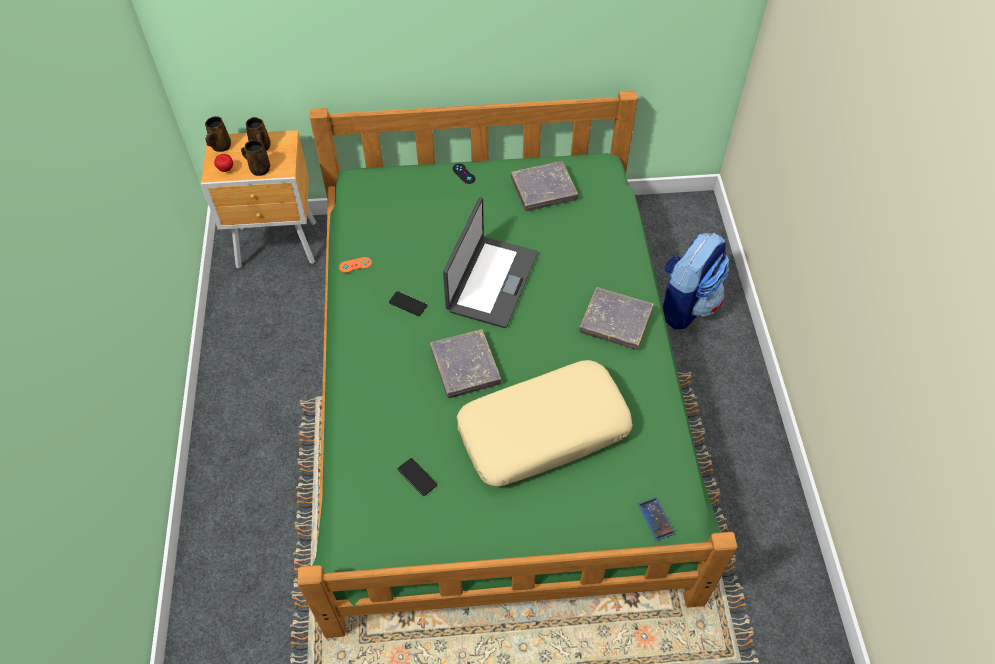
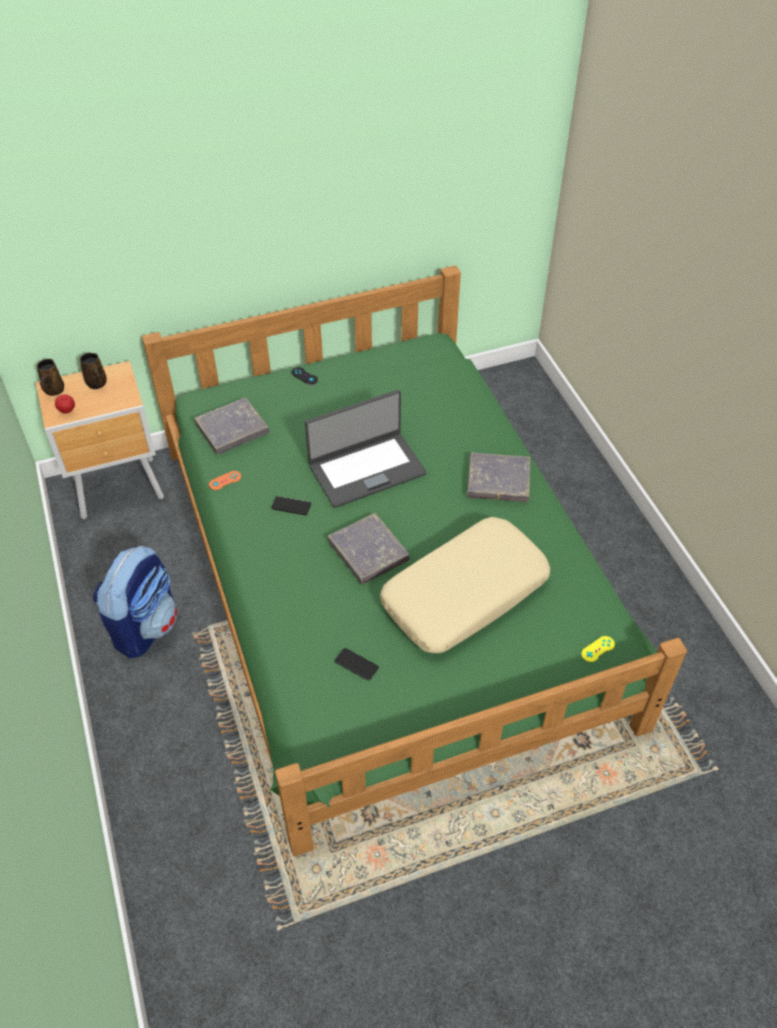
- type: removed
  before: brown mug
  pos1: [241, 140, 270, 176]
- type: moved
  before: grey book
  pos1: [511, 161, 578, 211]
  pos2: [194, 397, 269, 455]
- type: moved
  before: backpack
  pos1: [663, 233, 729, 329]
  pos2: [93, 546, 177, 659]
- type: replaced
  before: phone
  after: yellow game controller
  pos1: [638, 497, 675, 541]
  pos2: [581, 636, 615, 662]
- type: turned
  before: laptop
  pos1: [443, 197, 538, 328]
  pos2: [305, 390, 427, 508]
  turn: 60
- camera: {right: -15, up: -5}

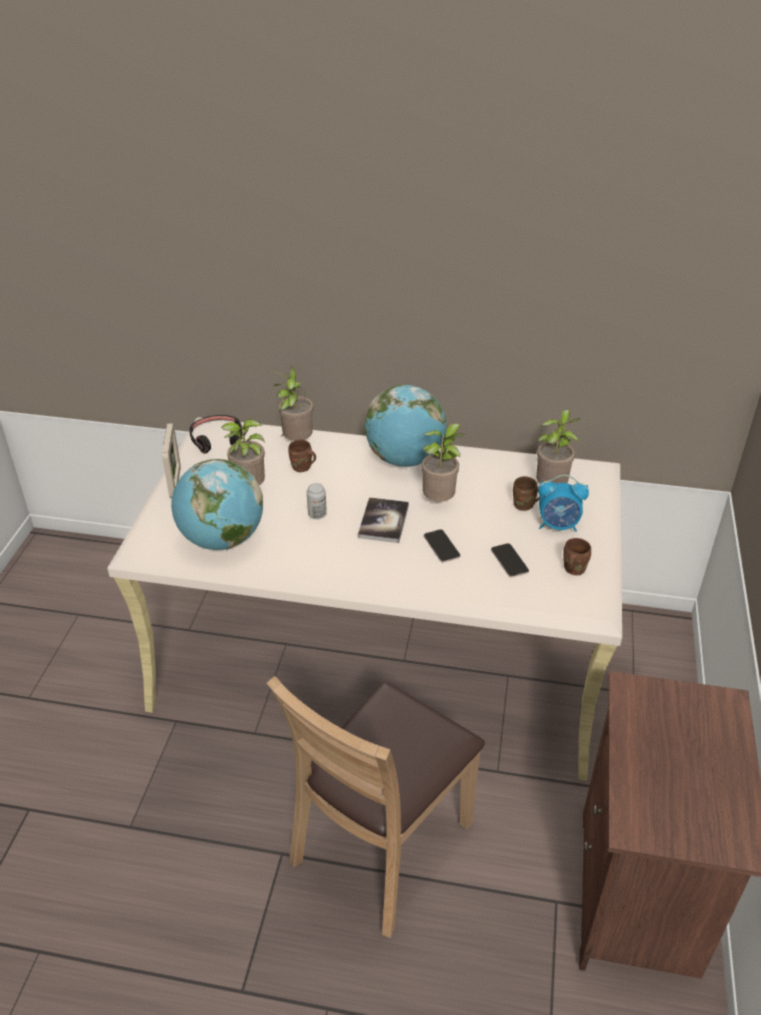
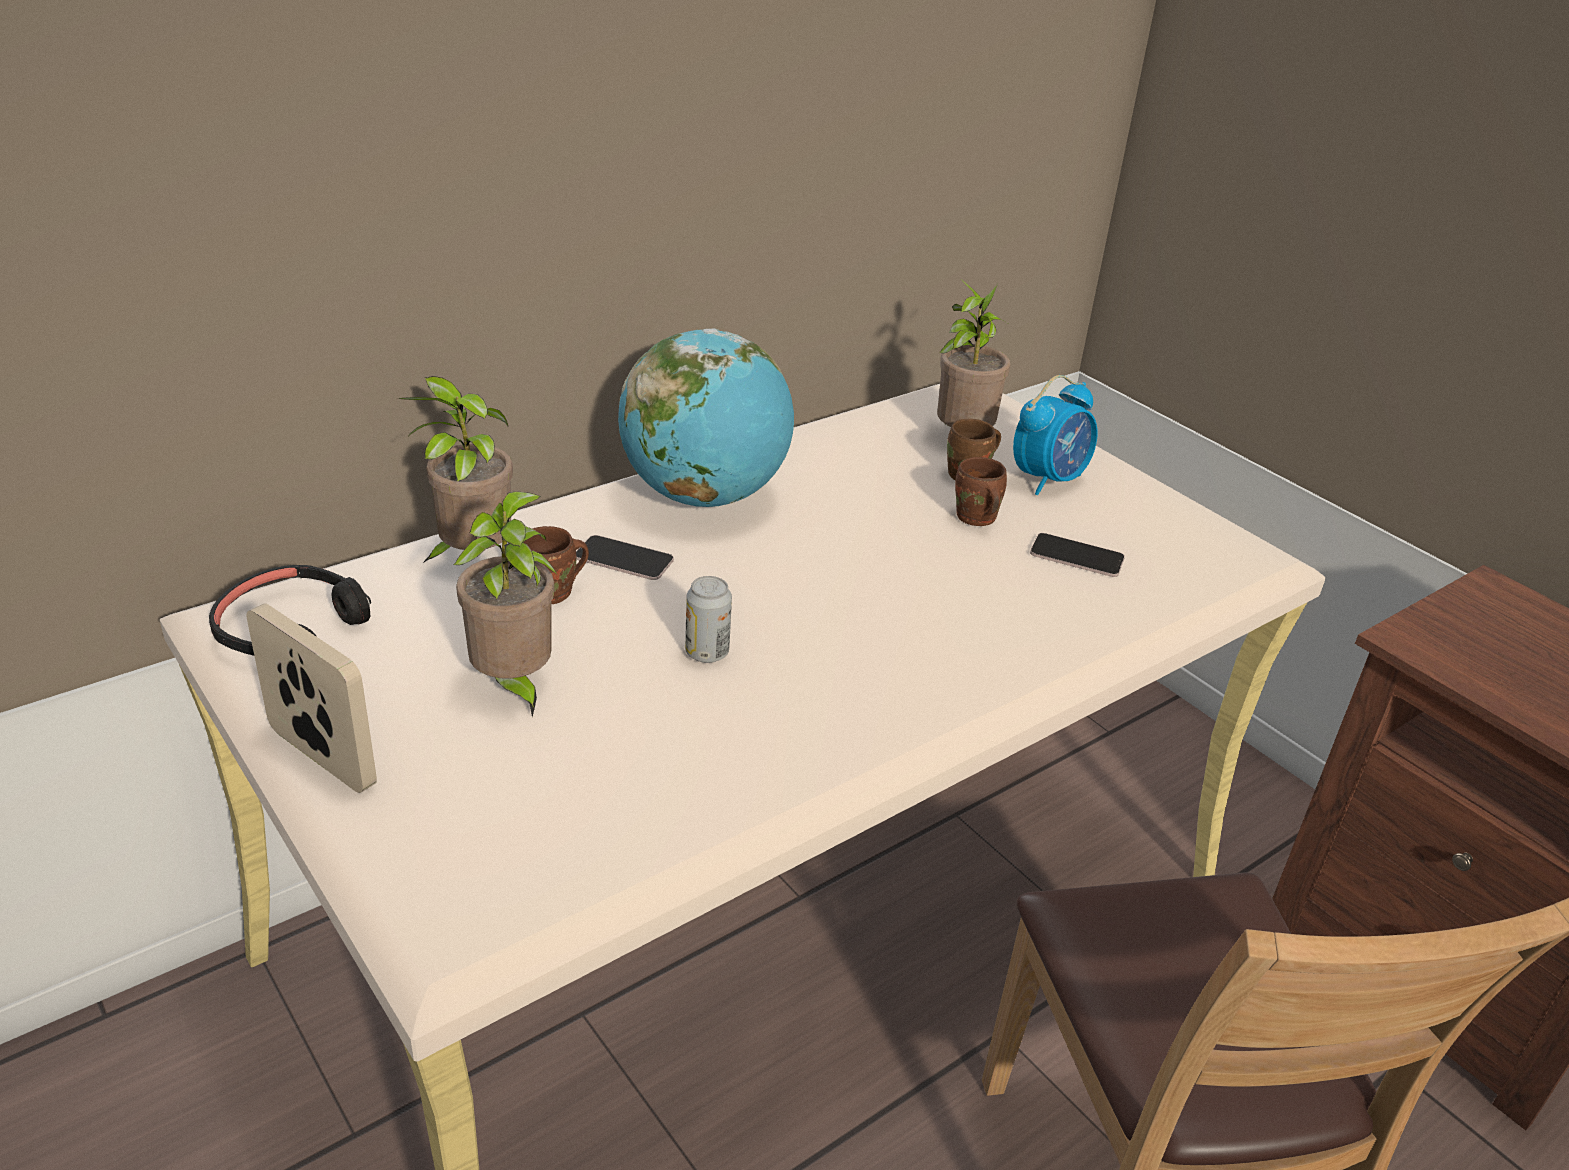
- type: removed
  before: globe
  pos1: [171, 459, 263, 550]
- type: removed
  before: book
  pos1: [358, 497, 409, 543]
- type: removed
  before: potted plant
  pos1: [421, 423, 464, 502]
- type: moved
  before: phone
  pos1: [424, 529, 460, 562]
  pos2: [576, 535, 674, 580]
- type: moved
  before: brown mug
  pos1: [563, 538, 591, 575]
  pos2: [955, 457, 1007, 526]
- camera: {right: -50, up: -5}

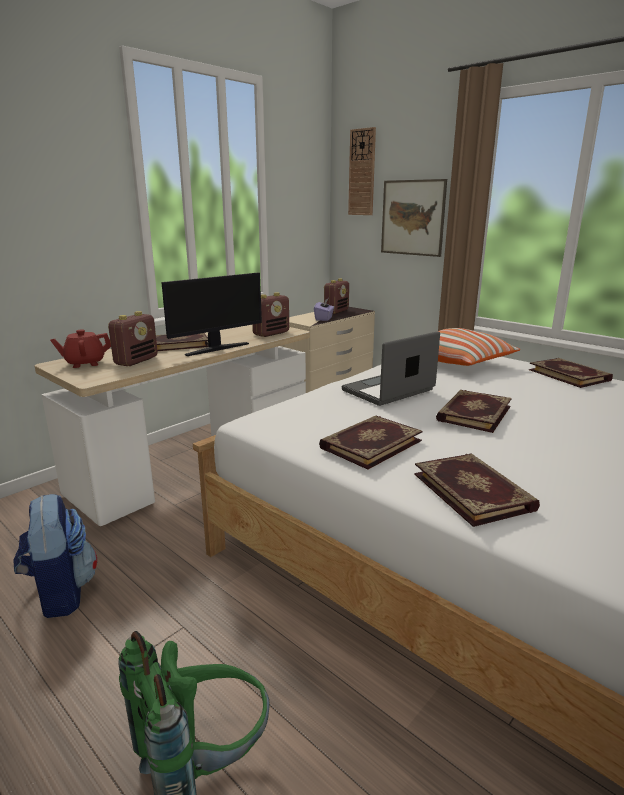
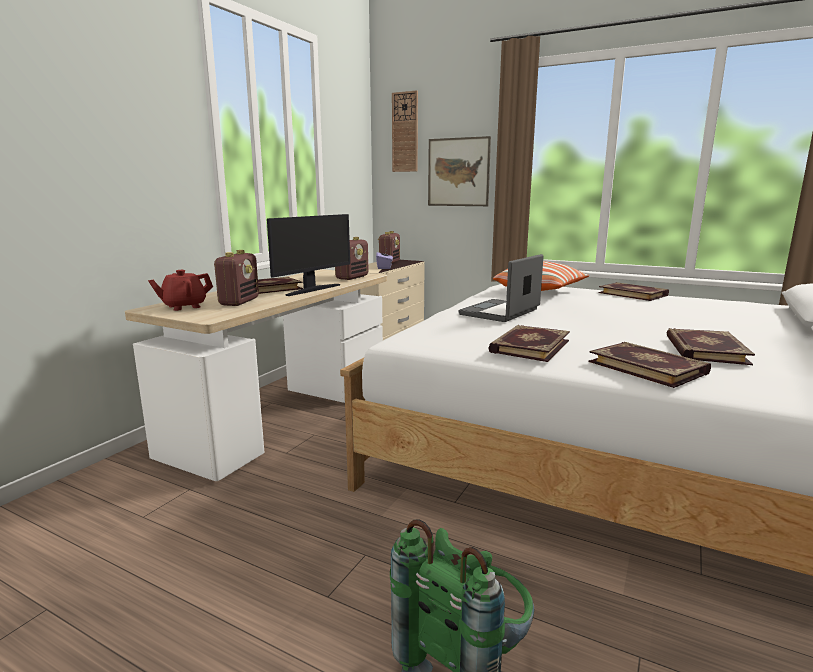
- type: removed
  before: backpack
  pos1: [13, 494, 97, 618]
- type: moved
  before: book
  pos1: [436, 390, 512, 433]
  pos2: [667, 328, 755, 365]
- camera: {right: -15, up: -5}

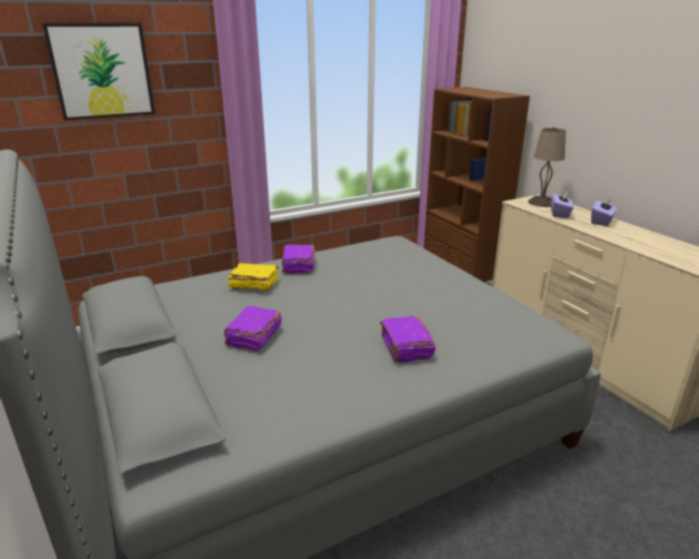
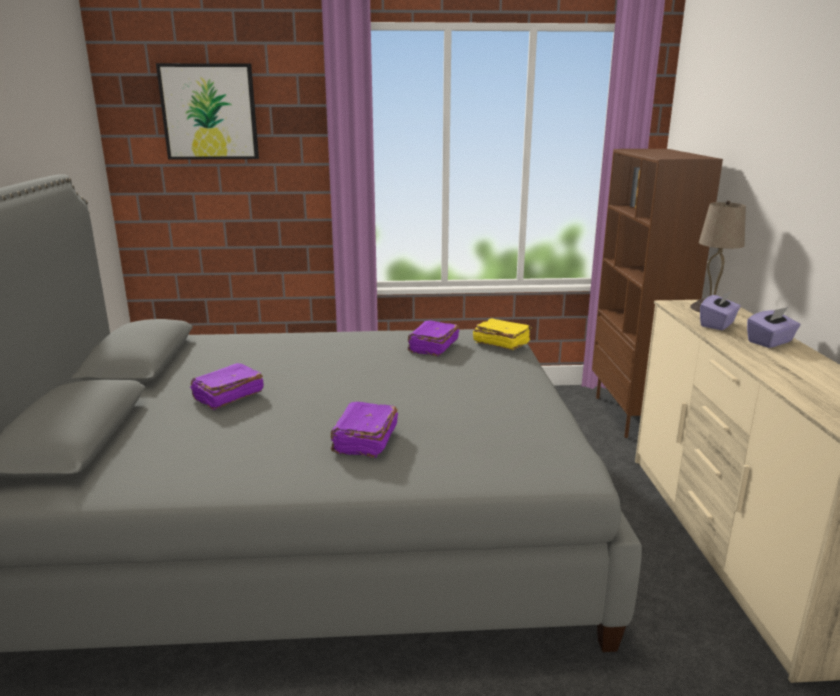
- type: moved
  before: yellow book
  pos1: [228, 263, 278, 291]
  pos2: [473, 318, 532, 350]
- type: moved
  before: purple book
  pos1: [282, 245, 315, 274]
  pos2: [408, 321, 459, 357]
- camera: {right: 25, up: -5}

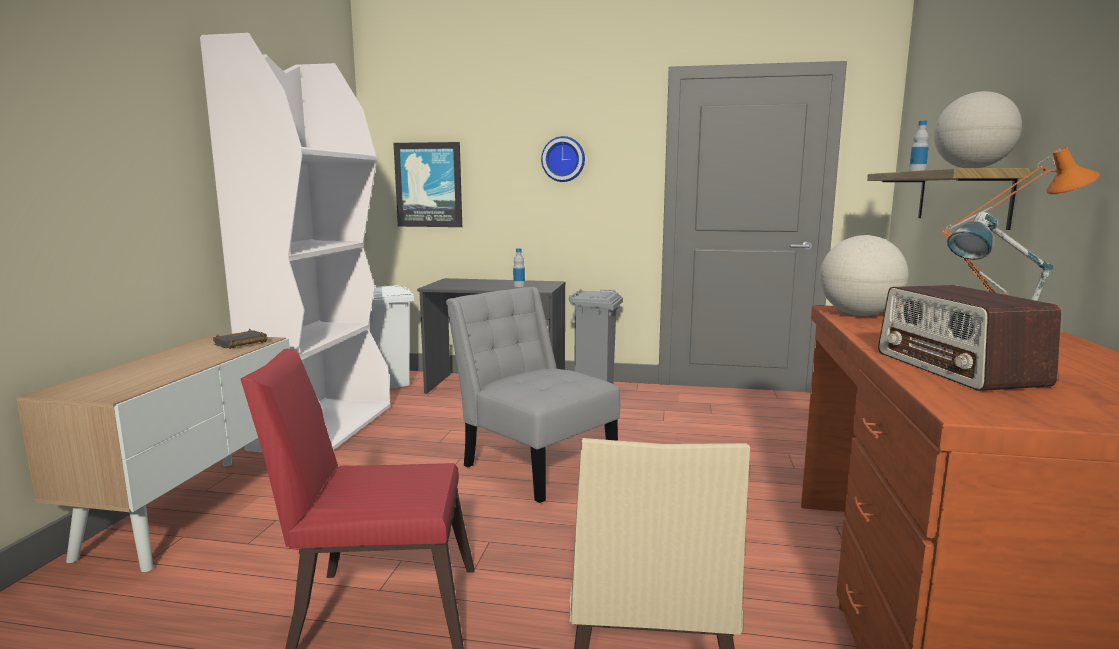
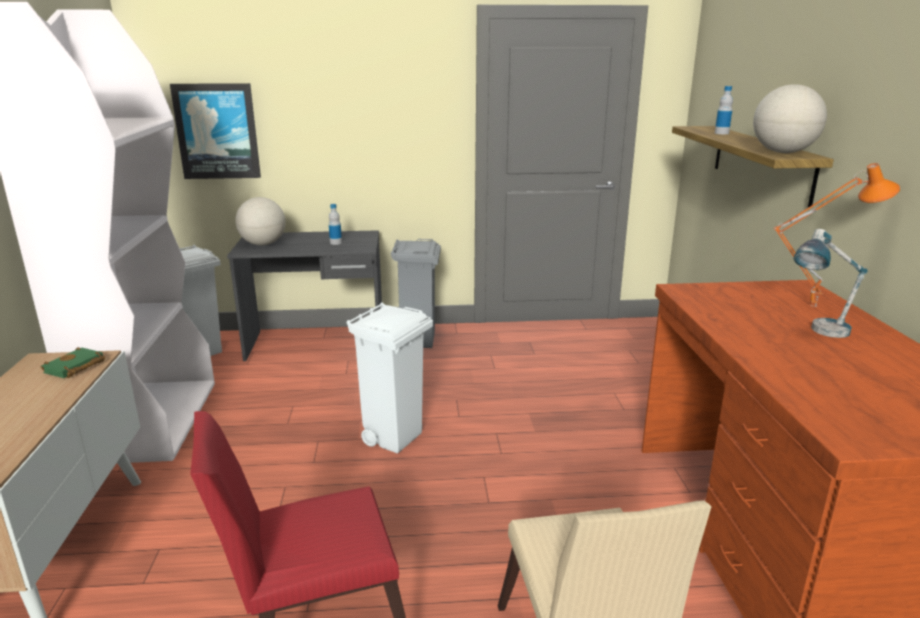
- type: removed
  before: wall clock
  pos1: [541, 136, 585, 182]
- type: removed
  before: radio
  pos1: [878, 285, 1061, 391]
- type: moved
  before: globe
  pos1: [820, 235, 909, 316]
  pos2: [235, 197, 286, 246]
- type: replaced
  before: grey chair
  after: white trash can
  pos1: [446, 287, 620, 503]
  pos2: [346, 303, 433, 454]
- type: recoloured
  before: black book
  after: green book
  pos1: [213, 329, 268, 349]
  pos2: [41, 347, 105, 378]
- camera: {right: -15, up: 10}

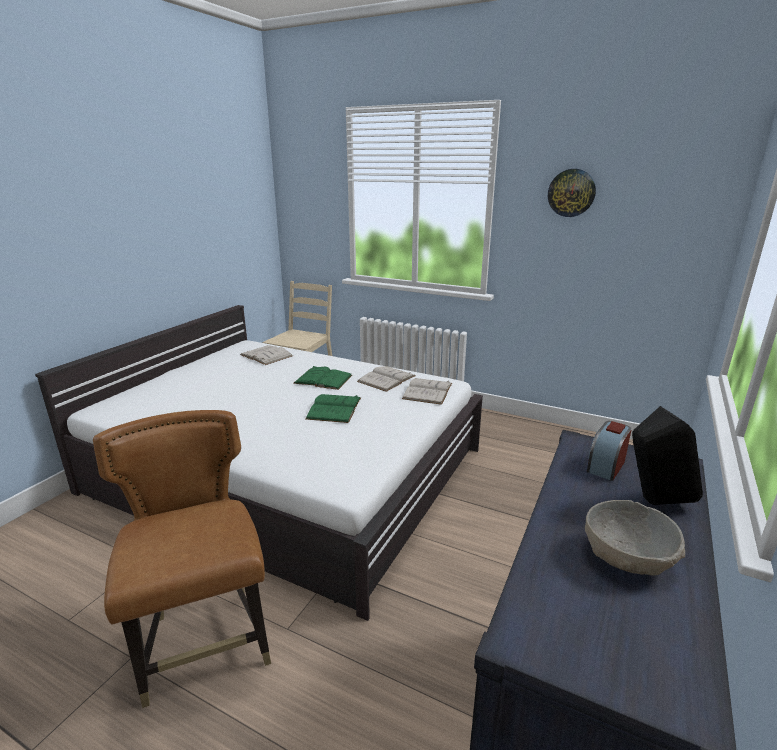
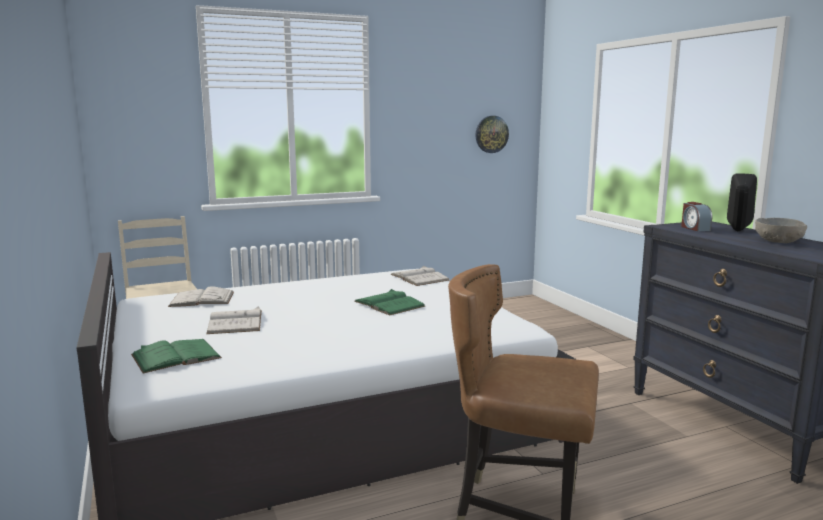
- type: moved
  before: green book
  pos1: [293, 366, 352, 390]
  pos2: [131, 339, 222, 374]
- type: moved
  before: white book
  pos1: [357, 366, 416, 392]
  pos2: [206, 307, 262, 334]
- type: moved
  before: wall clock
  pos1: [548, 169, 596, 217]
  pos2: [475, 116, 509, 153]
- camera: {right: -50, up: -10}

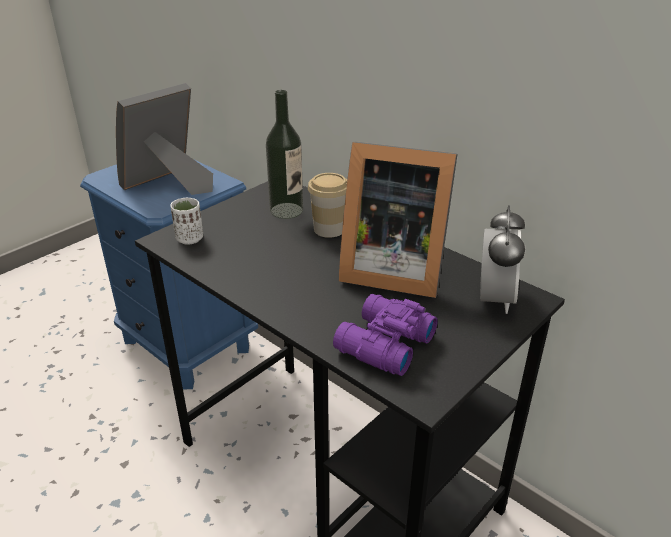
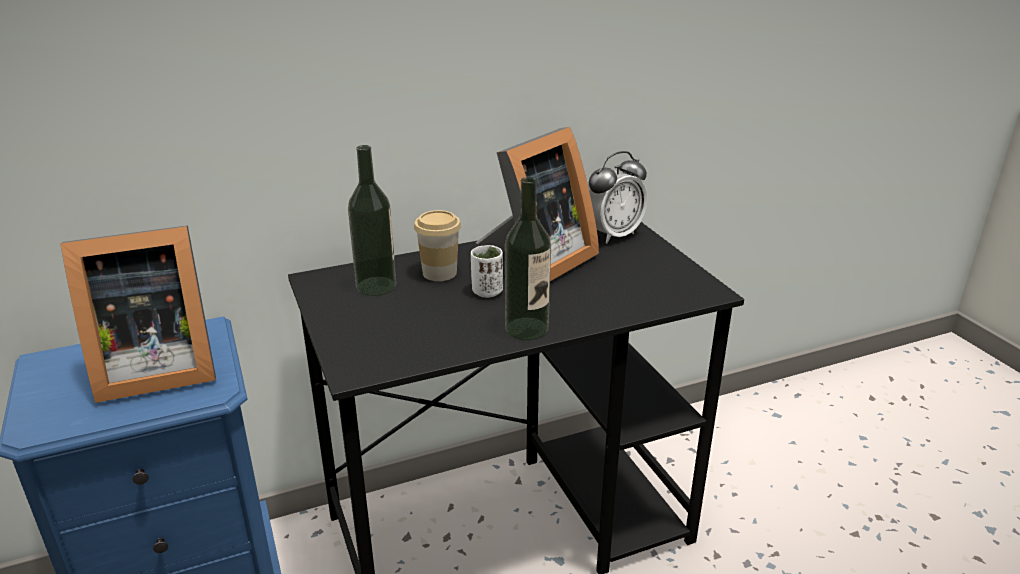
- type: removed
  before: purple binoculars
  pos1: [333, 294, 438, 376]
- type: added
  after: bottle
  pos2: [505, 177, 551, 340]
- type: moved
  before: white cup
  pos1: [170, 198, 203, 244]
  pos2: [471, 245, 503, 298]
- type: turned
  before: picture frame
  pos1: [116, 83, 213, 195]
  pos2: [60, 225, 216, 403]
  turn: -90
- type: turned
  before: alarm clock
  pos1: [480, 205, 525, 314]
  pos2: [588, 151, 648, 244]
  turn: 105
- camera: {right: -65, up: -5}

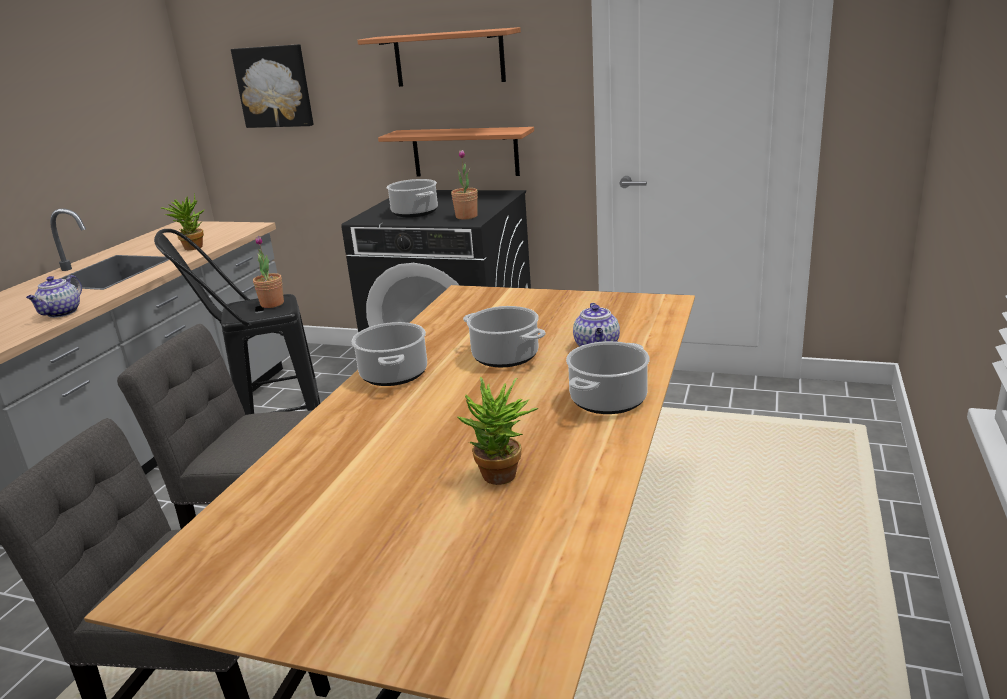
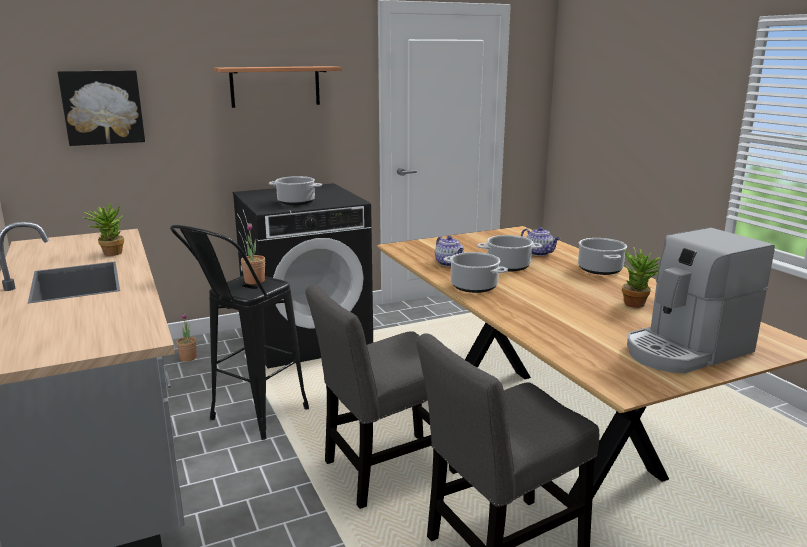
- type: removed
  before: shelf
  pos1: [378, 127, 534, 177]
- type: added
  after: coffee machine
  pos2: [627, 228, 775, 373]
- type: moved
  before: teapot
  pos1: [26, 275, 82, 318]
  pos2: [435, 236, 464, 267]
- type: moved
  before: potted plant
  pos1: [451, 150, 478, 219]
  pos2: [176, 313, 197, 362]
- camera: {right: -45, up: -5}

